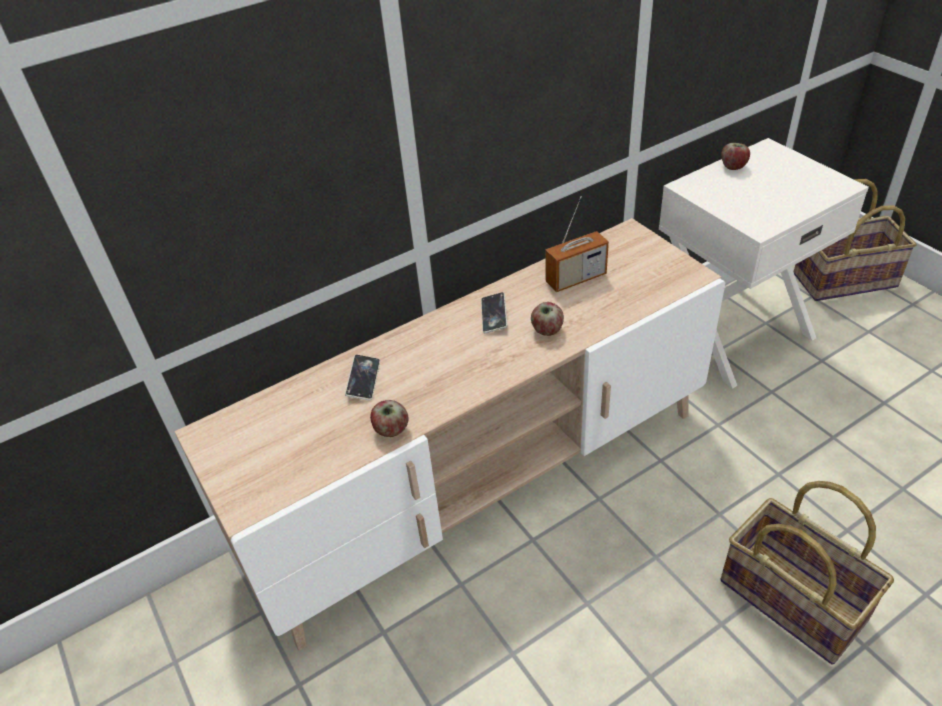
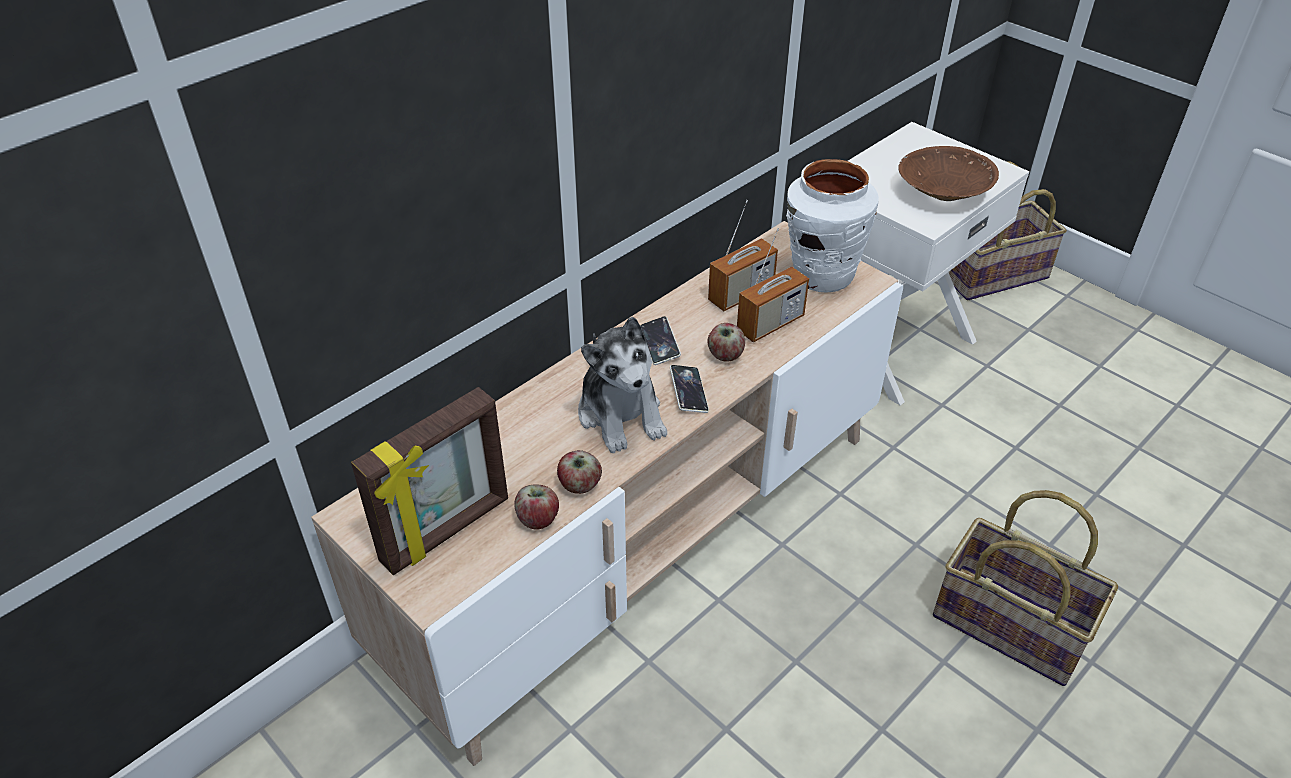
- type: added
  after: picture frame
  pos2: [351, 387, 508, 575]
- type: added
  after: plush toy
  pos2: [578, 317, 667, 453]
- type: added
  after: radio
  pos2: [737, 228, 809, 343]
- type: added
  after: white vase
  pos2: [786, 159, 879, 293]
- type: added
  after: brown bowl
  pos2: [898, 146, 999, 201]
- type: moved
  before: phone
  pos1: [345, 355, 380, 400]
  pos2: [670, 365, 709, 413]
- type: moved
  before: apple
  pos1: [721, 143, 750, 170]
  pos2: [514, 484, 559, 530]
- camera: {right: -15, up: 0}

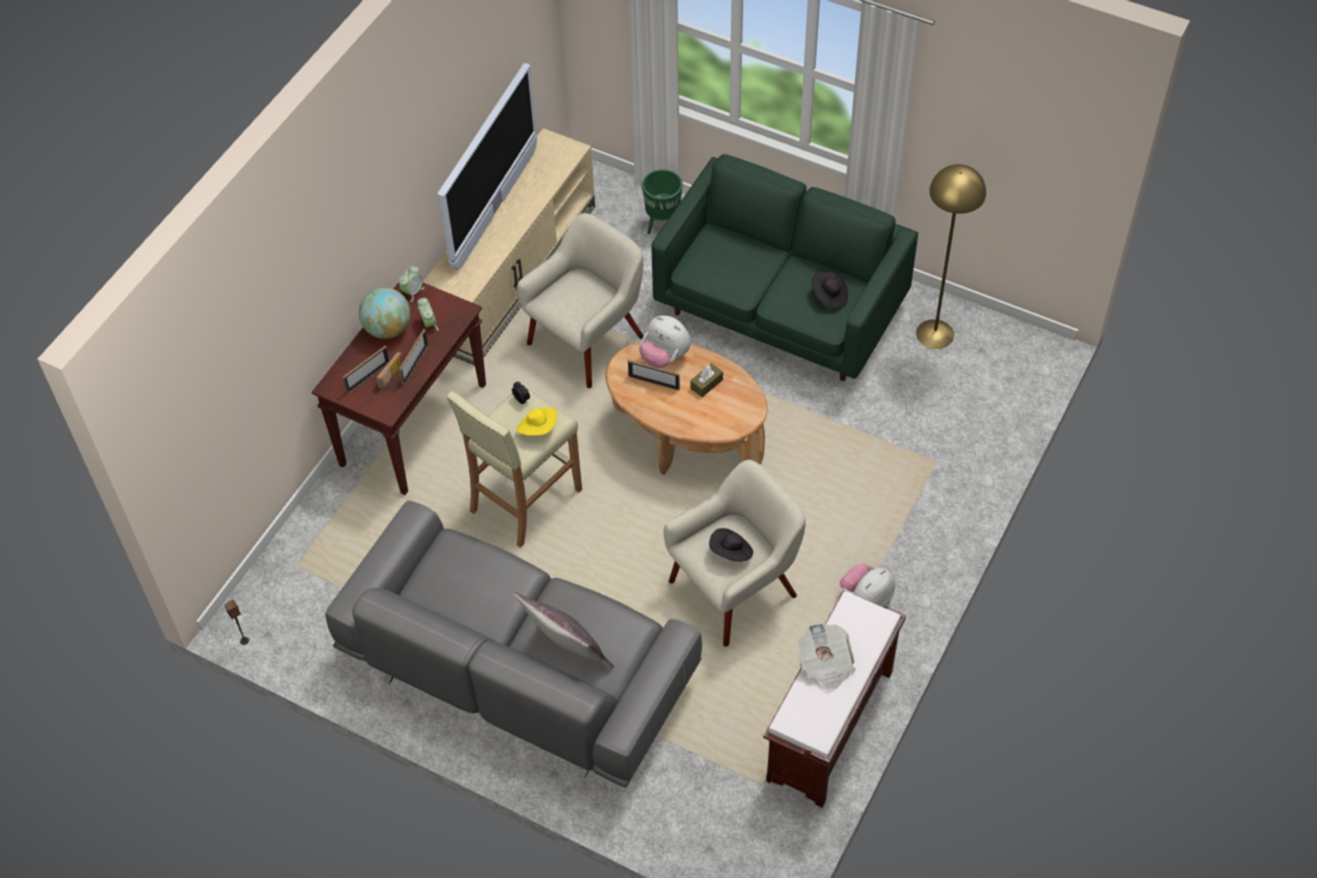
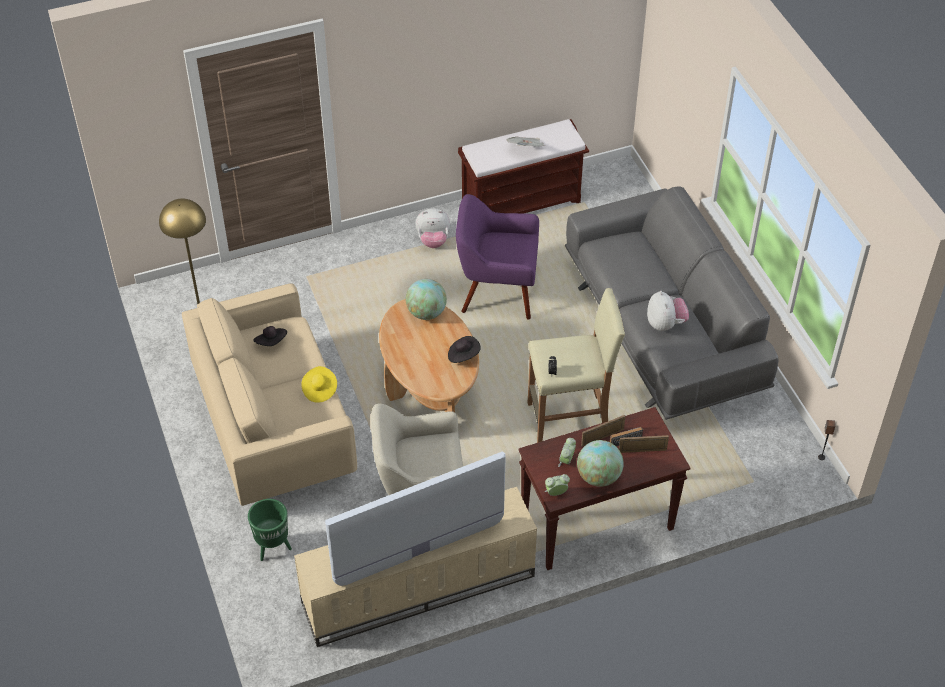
- type: removed
  before: grey pillow
  pos1: [513, 592, 614, 669]
- type: removed
  before: picture frame
  pos1: [628, 360, 680, 391]
- type: removed
  before: brown tissue box
  pos1: [690, 363, 723, 397]
- type: added
  after: globe
  pos2: [406, 279, 447, 320]
- type: moved
  before: yellow hat
  pos1: [516, 408, 558, 436]
  pos2: [301, 366, 337, 403]
- type: moved
  before: plush toy
  pos1: [639, 316, 691, 368]
  pos2: [647, 291, 689, 331]
- type: moved
  before: black hat
  pos1: [709, 528, 753, 562]
  pos2: [448, 336, 481, 363]
- type: recoloured
  before: green sofa
  after: beige sofa
  pos1: [651, 154, 918, 381]
  pos2: [182, 284, 357, 506]
- type: recoloured
  before: beige armchair
  after: purple armchair
  pos1: [663, 460, 806, 647]
  pos2: [456, 194, 539, 320]
- camera: {right: -140, up: -5}

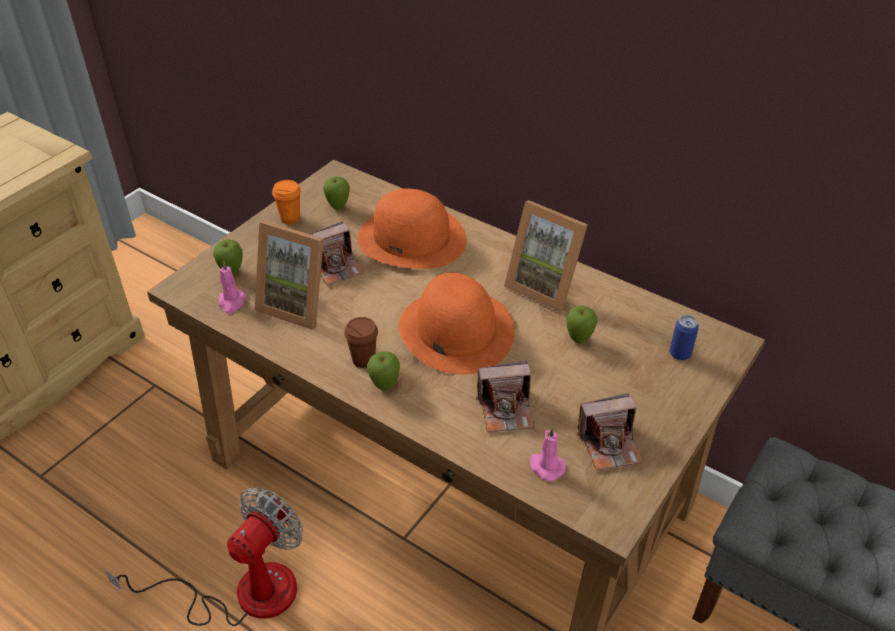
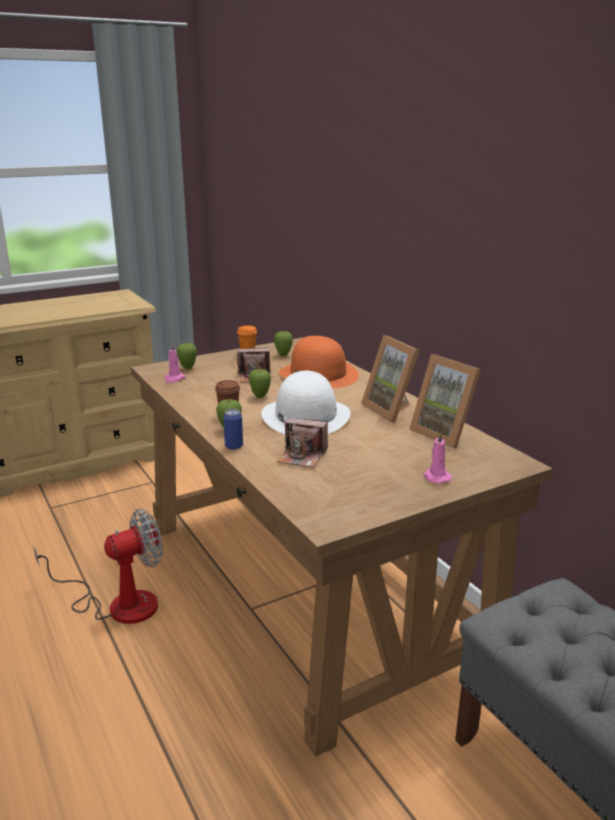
- type: removed
  before: photo camera
  pos1: [577, 393, 643, 471]
- type: moved
  before: picture frame
  pos1: [255, 221, 324, 330]
  pos2: [409, 354, 481, 448]
- type: moved
  before: pink candle
  pos1: [530, 426, 566, 481]
  pos2: [423, 431, 452, 484]
- type: moved
  before: apple
  pos1: [566, 306, 598, 343]
  pos2: [249, 369, 271, 398]
- type: moved
  before: can
  pos1: [670, 315, 699, 360]
  pos2: [223, 409, 243, 450]
- type: recoloured
  before: orange hat
  after: white hat
  pos1: [399, 273, 515, 375]
  pos2: [261, 371, 351, 434]
- camera: {right: 25, up: -20}

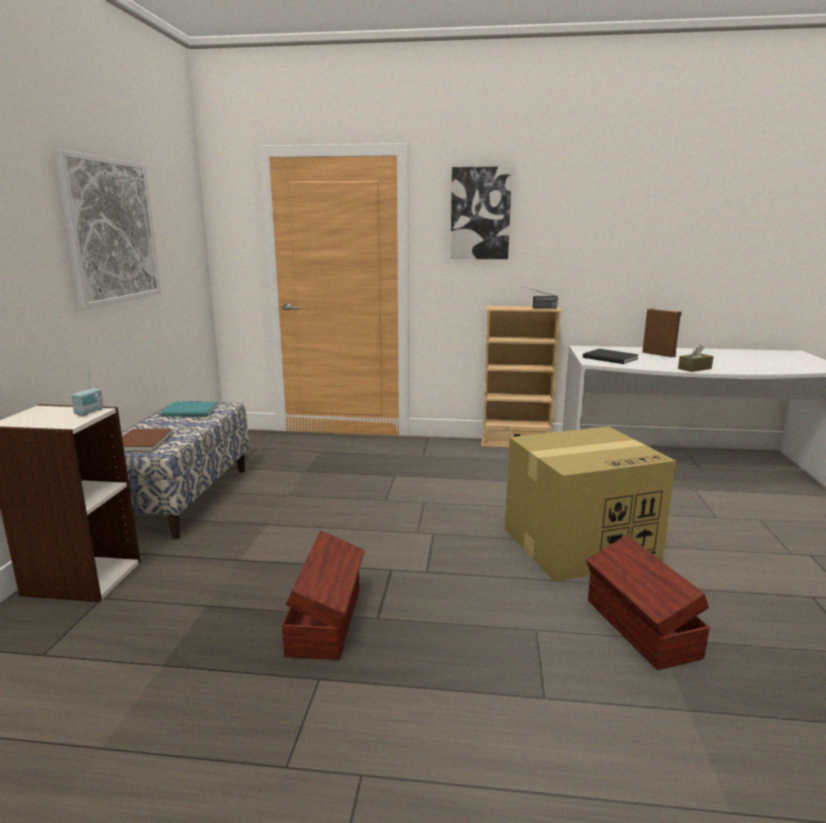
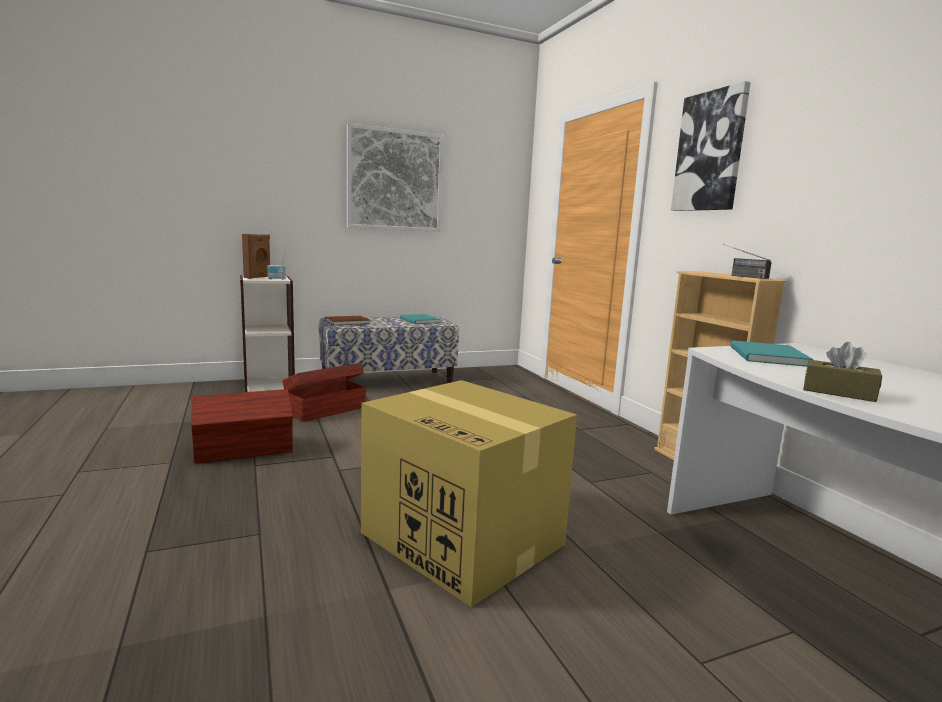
- type: moved
  before: brown storage box
  pos1: [586, 535, 710, 670]
  pos2: [282, 363, 366, 422]
- type: moved
  before: brown speaker
  pos1: [642, 308, 681, 357]
  pos2: [242, 234, 270, 279]
- type: recoloured
  before: black book
  after: turquoise book
  pos1: [583, 349, 639, 364]
  pos2: [730, 341, 813, 367]
- camera: {right: 60, up: -5}

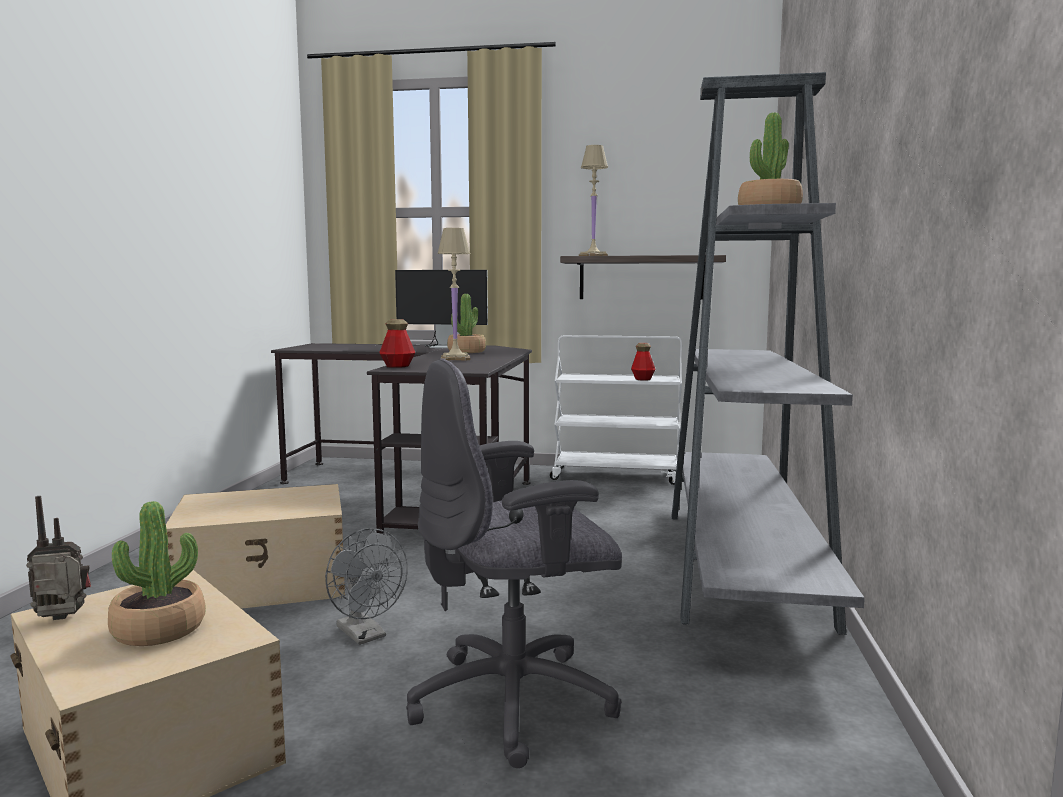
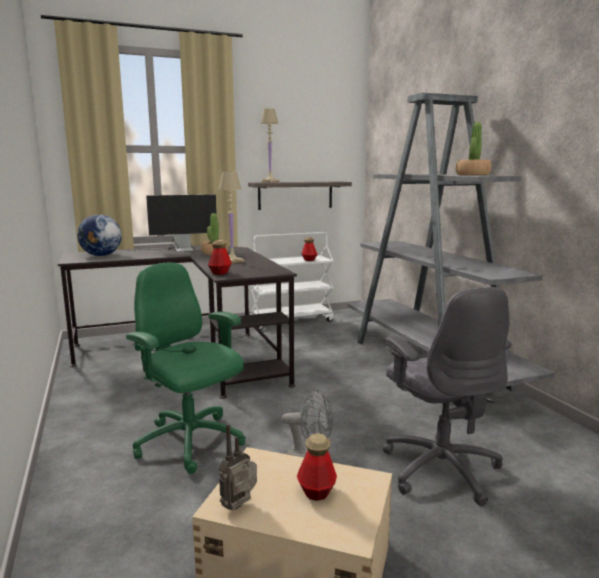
- type: added
  after: globe
  pos2: [77, 214, 122, 256]
- type: replaced
  before: potted plant
  after: bottle
  pos1: [108, 501, 206, 646]
  pos2: [297, 433, 337, 501]
- type: replaced
  before: beige storage box
  after: green office chair
  pos1: [166, 484, 345, 609]
  pos2: [126, 263, 245, 474]
- type: turned
  before: grey office chair
  pos1: [406, 358, 622, 768]
  pos2: [383, 287, 511, 506]
  turn: -60
- camera: {right: -30, up: 5}

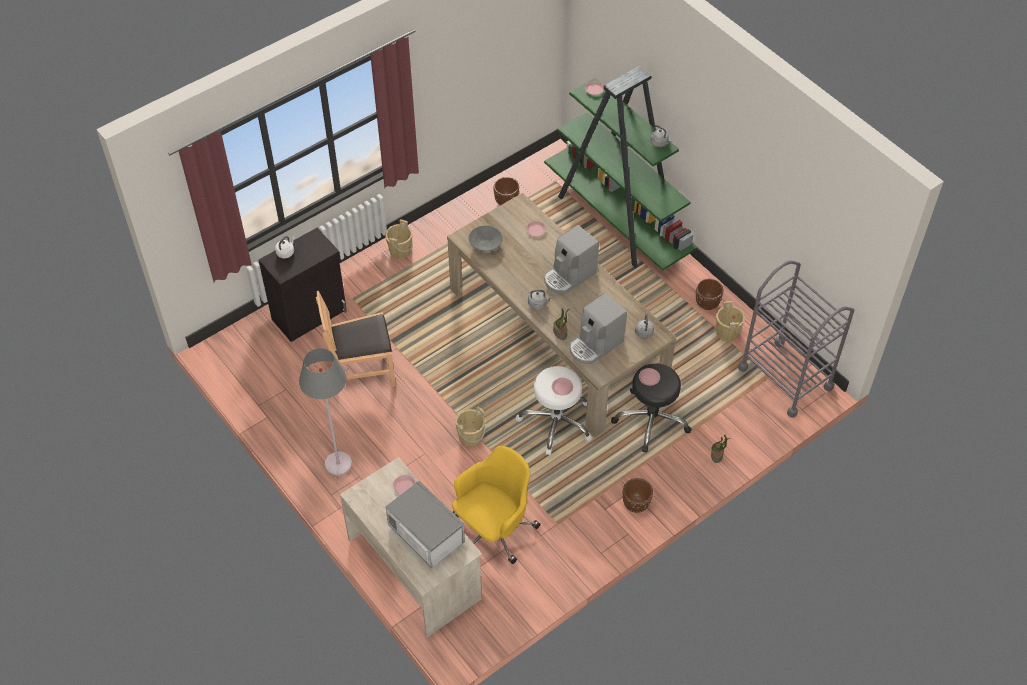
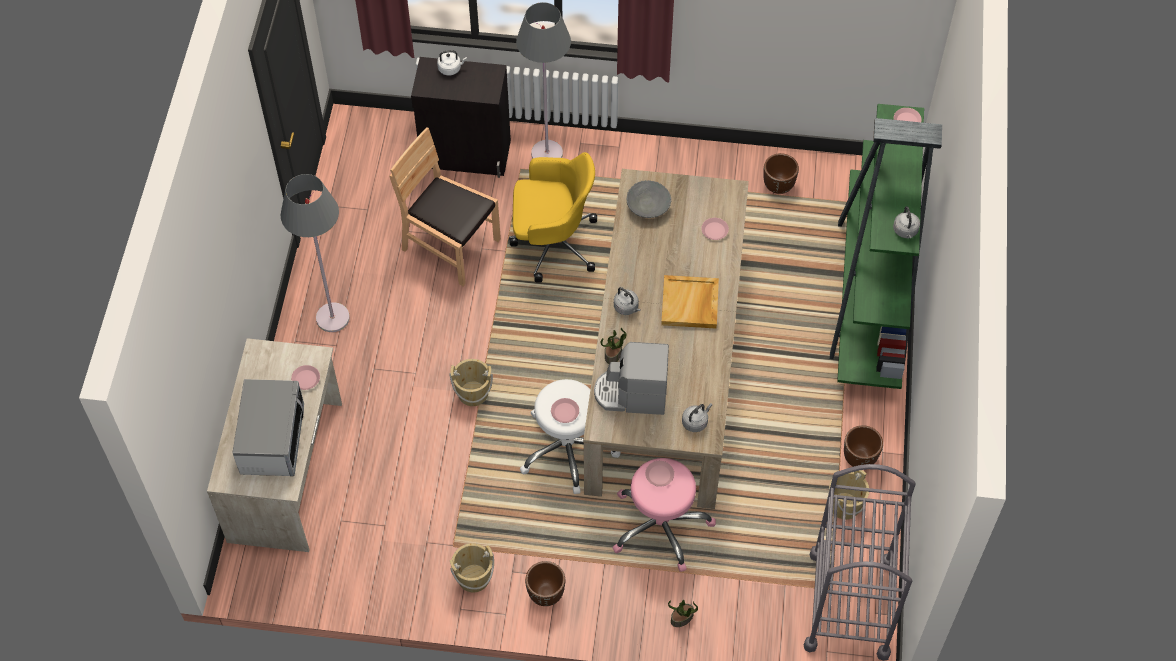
- type: added
  after: grey floor lamp
  pos2: [516, 2, 571, 159]
- type: moved
  before: beige bucket
  pos1: [385, 220, 413, 259]
  pos2: [450, 543, 494, 592]
- type: moved
  before: yellow office chair
  pos1: [452, 446, 541, 564]
  pos2: [509, 152, 597, 283]
- type: replaced
  before: coffee machine
  after: beige tray
  pos1: [544, 225, 599, 294]
  pos2: [661, 275, 719, 328]
- type: recoloured
  before: black stool
  after: pink stool
  pos1: [611, 364, 692, 453]
  pos2: [612, 458, 716, 572]
- camera: {right: 45, up: 5}

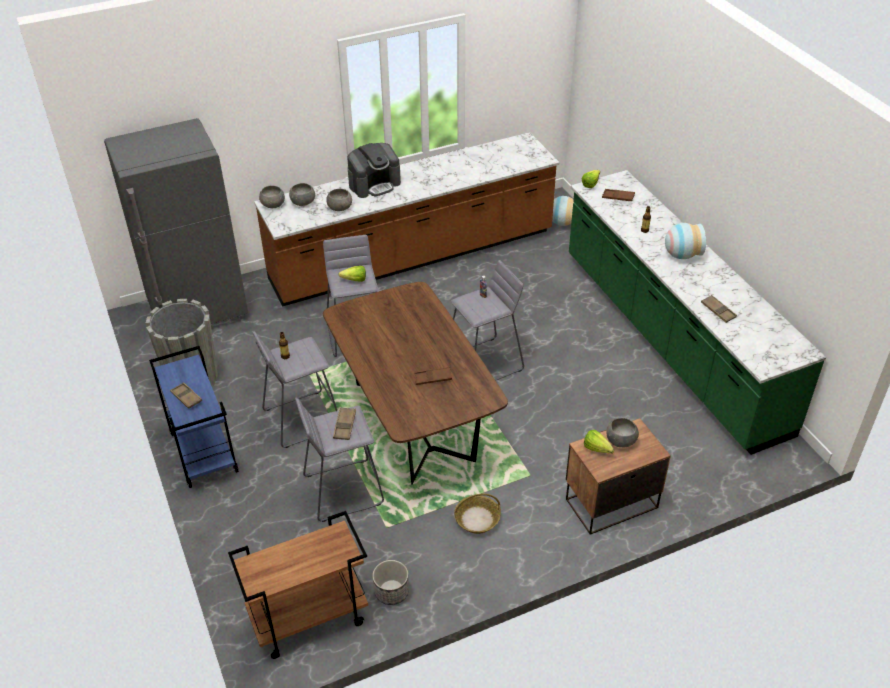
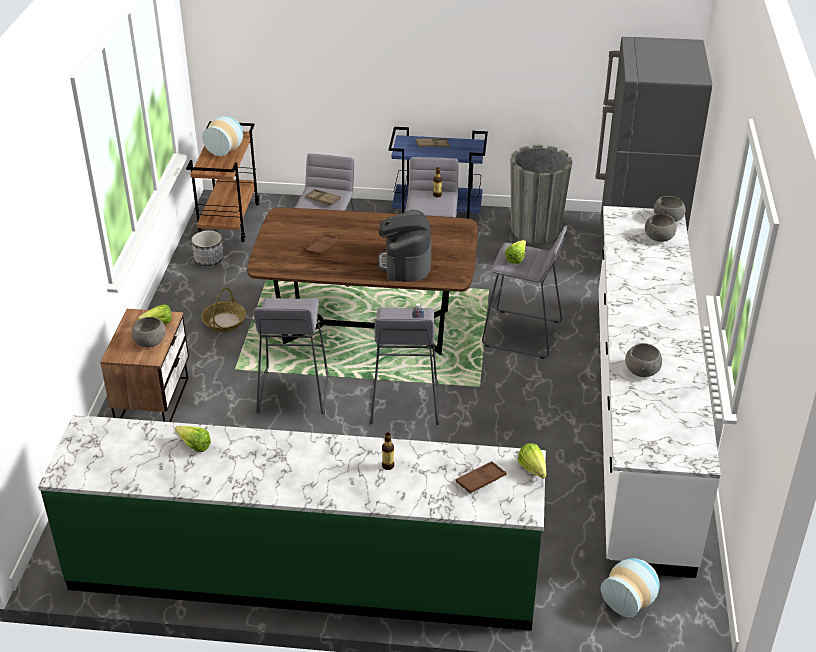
- type: added
  after: grey stool
  pos2: [253, 298, 329, 414]
- type: moved
  before: grey bowl
  pos1: [326, 189, 352, 211]
  pos2: [625, 344, 662, 377]
- type: moved
  before: coffee machine
  pos1: [347, 143, 401, 198]
  pos2: [378, 210, 431, 281]
- type: moved
  before: vase
  pos1: [665, 223, 706, 259]
  pos2: [202, 116, 243, 156]
- type: replaced
  before: brown tray
  after: lettuce
  pos1: [701, 295, 737, 323]
  pos2: [175, 426, 211, 452]
- type: recoloured
  before: brown counter
  after: white counter
  pos1: [254, 132, 559, 307]
  pos2: [599, 206, 721, 578]
- camera: {right: 120, up: -5}

